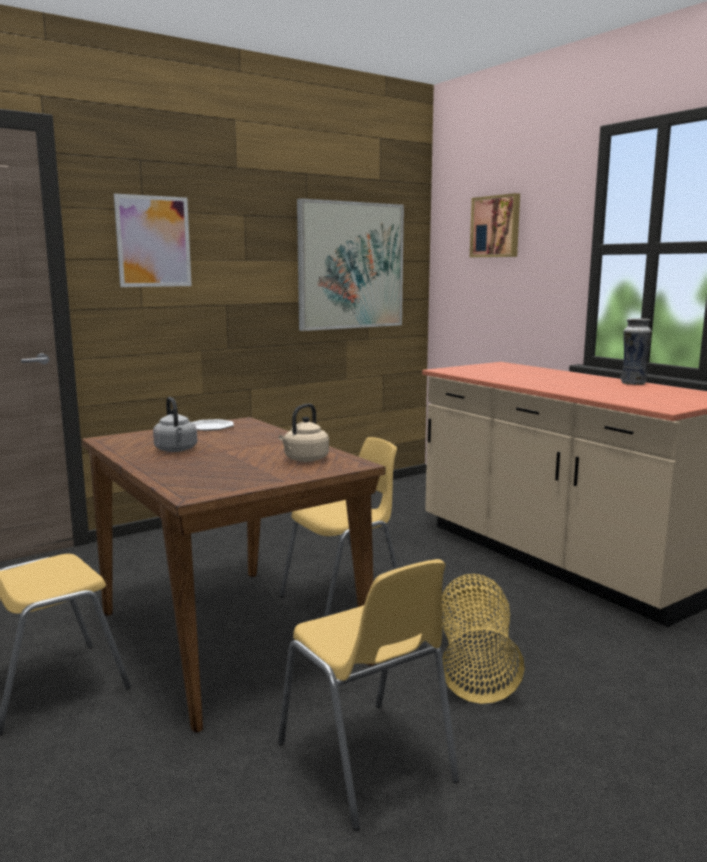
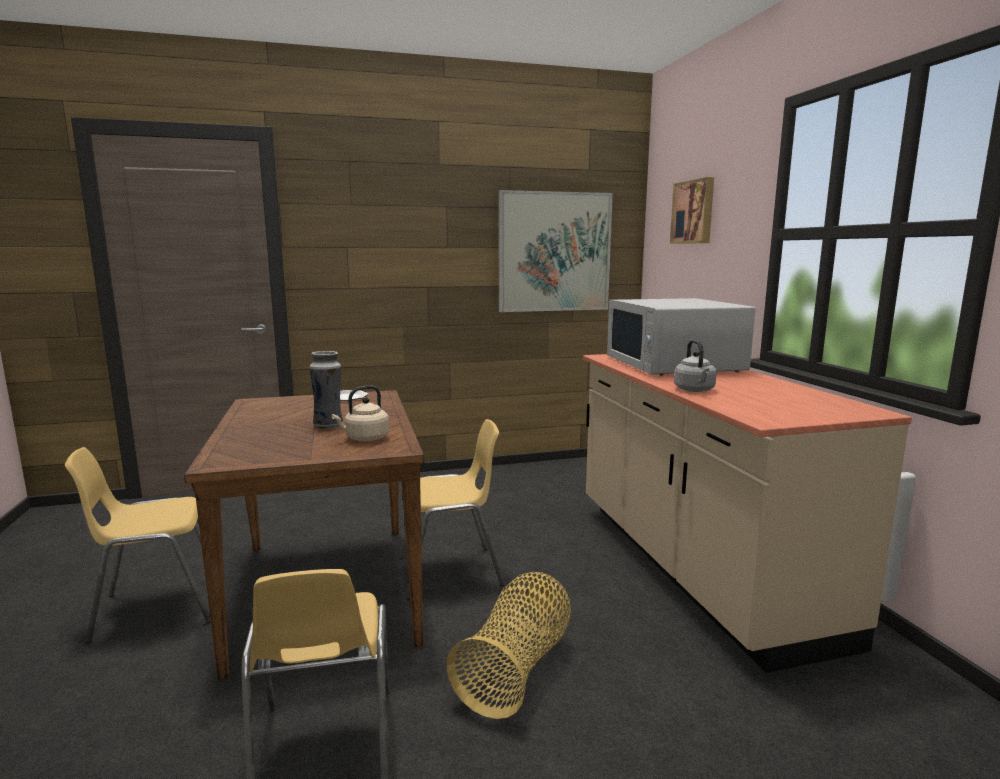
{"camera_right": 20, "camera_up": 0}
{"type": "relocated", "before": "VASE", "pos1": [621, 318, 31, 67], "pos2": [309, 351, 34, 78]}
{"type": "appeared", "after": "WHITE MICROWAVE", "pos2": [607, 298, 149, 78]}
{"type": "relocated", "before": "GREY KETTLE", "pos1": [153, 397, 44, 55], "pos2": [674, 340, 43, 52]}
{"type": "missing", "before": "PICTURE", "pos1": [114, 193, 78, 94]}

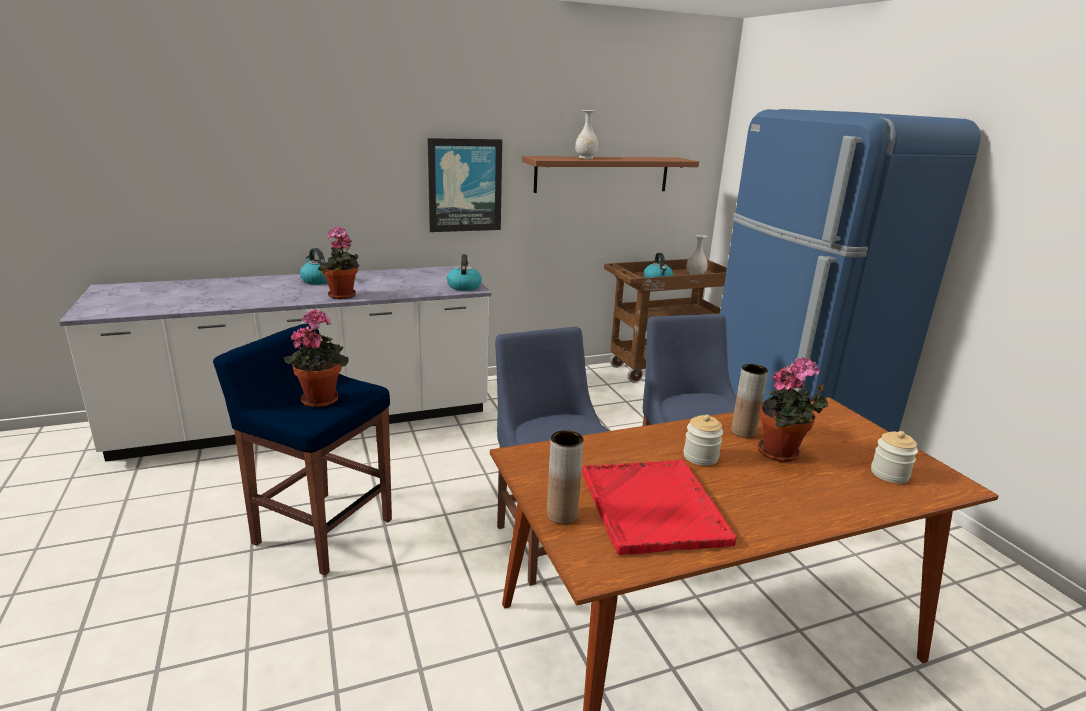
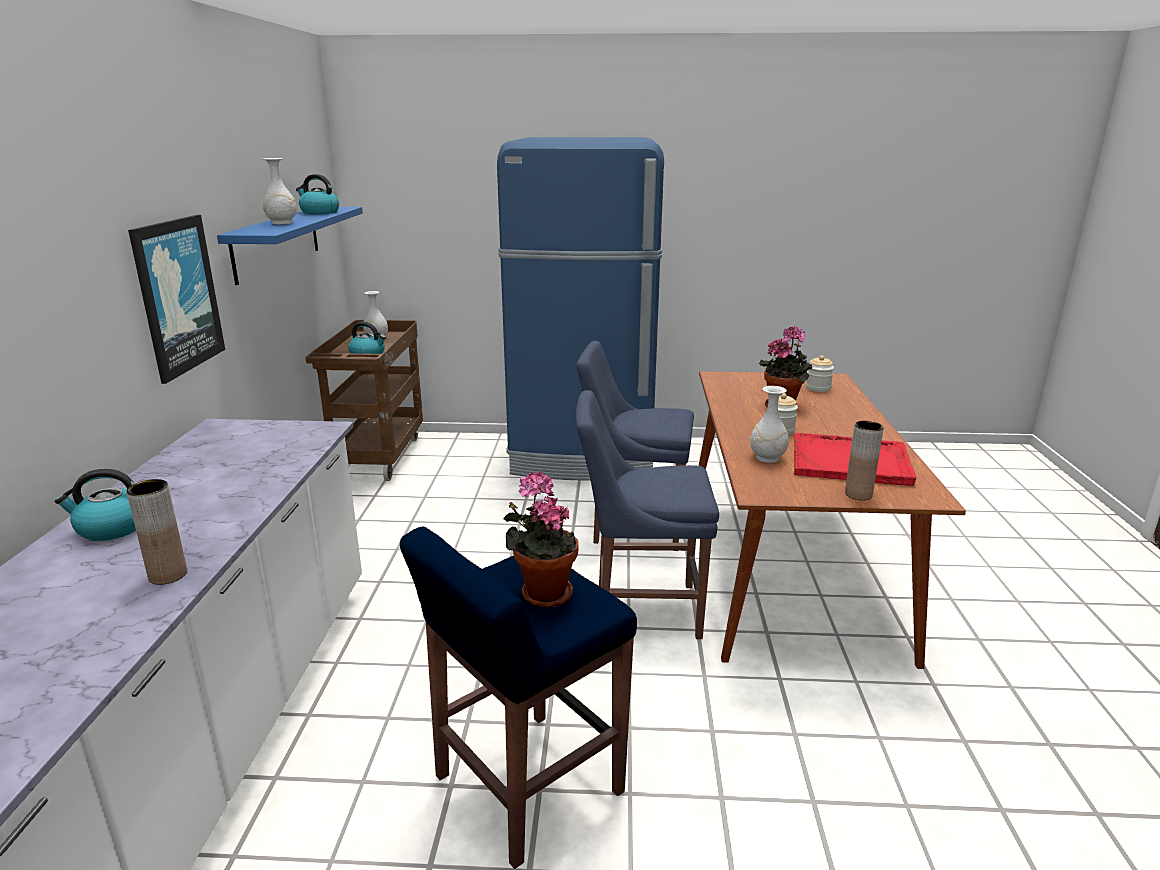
{"camera_right": -65, "camera_up": 0}
{"type": "relocated", "before": "BROWN VASE", "pos1": [731, 364, 37, 74], "pos2": [126, 479, 61, 106]}
{"type": "colour", "before": "BROWN SHELF", "after": "BLUE SHELF", "pos1": [522, 156, 177, 37], "pos2": [217, 207, 146, 78]}
{"type": "relocated", "before": "KETTLE", "pos1": [447, 254, 35, 37], "pos2": [296, 174, 43, 41]}
{"type": "appeared", "after": "WHITE VASE", "pos2": [750, 386, 39, 77]}
{"type": "missing", "before": "POTTED PLANT", "pos1": [318, 226, 41, 73]}

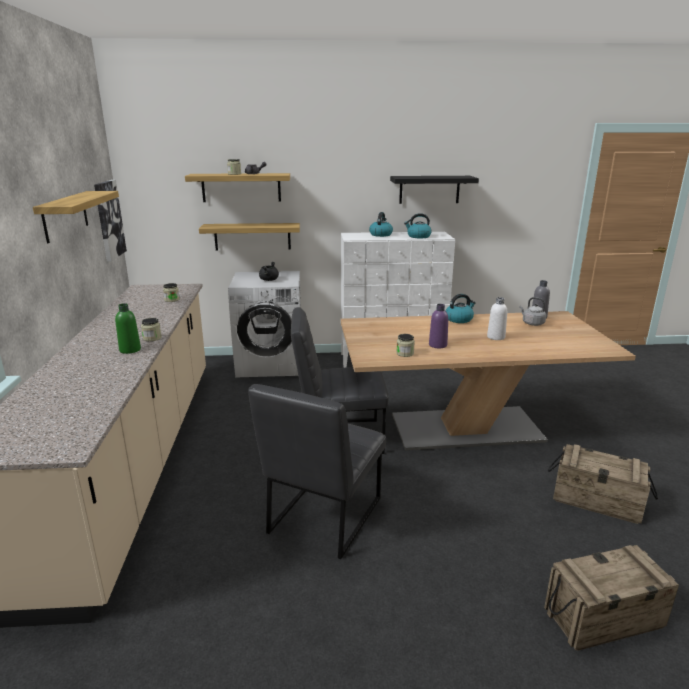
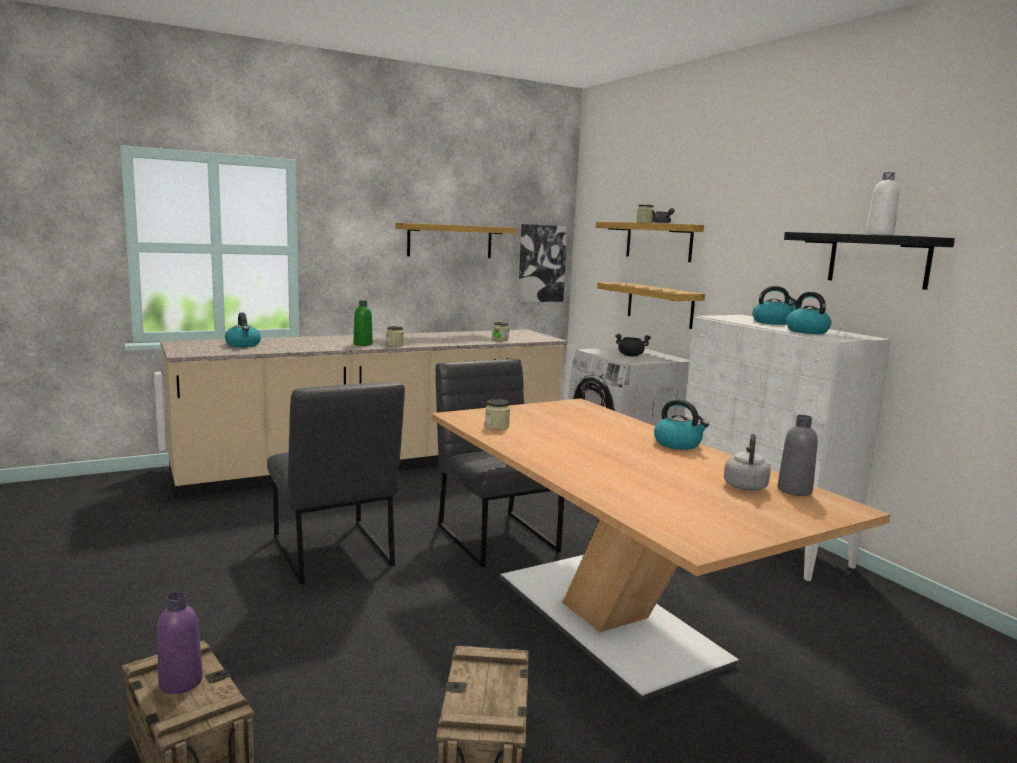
{"camera_right": 65, "camera_up": -10}
{"type": "relocated", "before": "PURPLE BOTTLE", "pos1": [429, 304, 19, 44], "pos2": [157, 592, 46, 102]}
{"type": "appeared", "after": "KETTLE", "pos2": [225, 313, 36, 34]}
{"type": "spun", "before": "GREY CHAIR", "pos1": [248, 384, 138, 175], "pos2": [267, 382, 138, 202], "turn": -120}
{"type": "relocated", "before": "WHITE BOTTLE", "pos1": [487, 297, 20, 43], "pos2": [866, 172, 33, 63]}

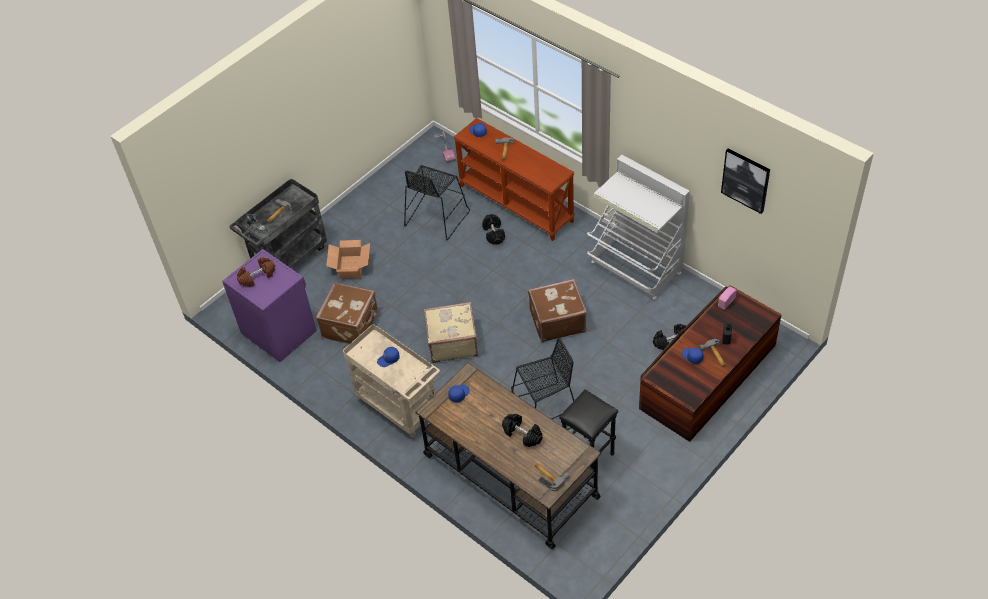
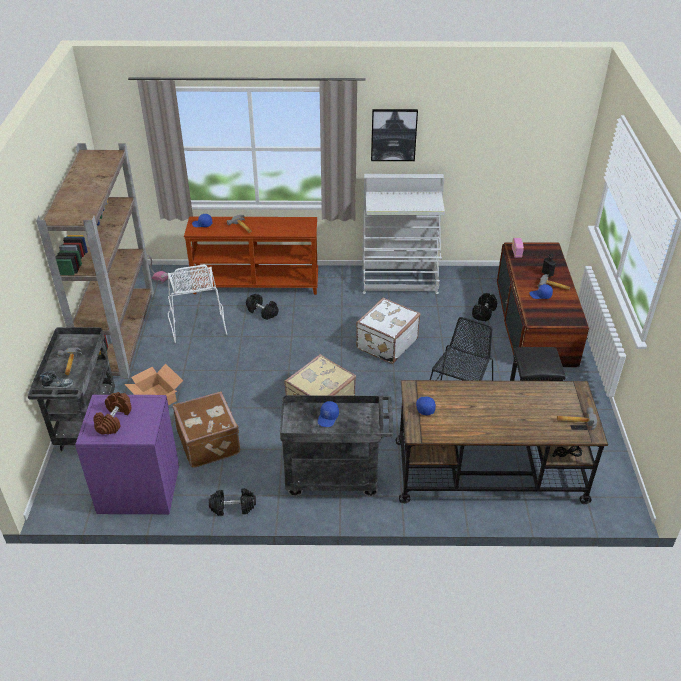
{"camera_right": -45, "camera_up": -10}
{"type": "appeared", "after": "BROWN BOOKCASE", "pos2": [36, 143, 118, 236]}
{"type": "colour", "before": "BLACK STOOL", "after": "WHITE STOOL", "pos1": [404, 165, 66, 75], "pos2": [168, 265, 59, 78]}
{"type": "relocated", "before": "BLACK DUMBBELL", "pos1": [502, 414, 41, 33], "pos2": [209, 488, 47, 28]}
{"type": "colour", "before": "BEIGE CART", "after": "BLACK CART", "pos1": [343, 325, 97, 113], "pos2": [280, 395, 113, 101]}
{"type": "colour", "before": "BROWN SUITCASE", "after": "WHITE SUITCASE", "pos1": [528, 279, 59, 63], "pos2": [356, 298, 65, 66]}
{"type": "relocated", "before": "PICTURE", "pos1": [721, 148, 49, 66], "pos2": [371, 109, 47, 52]}

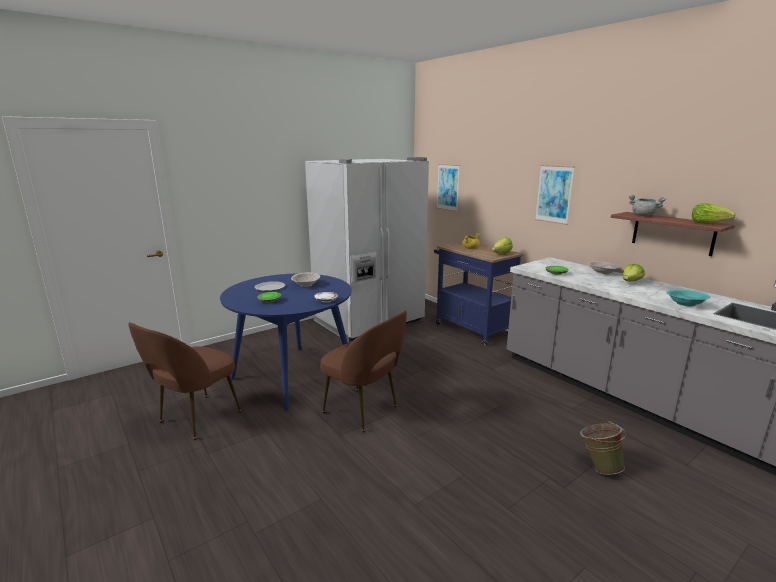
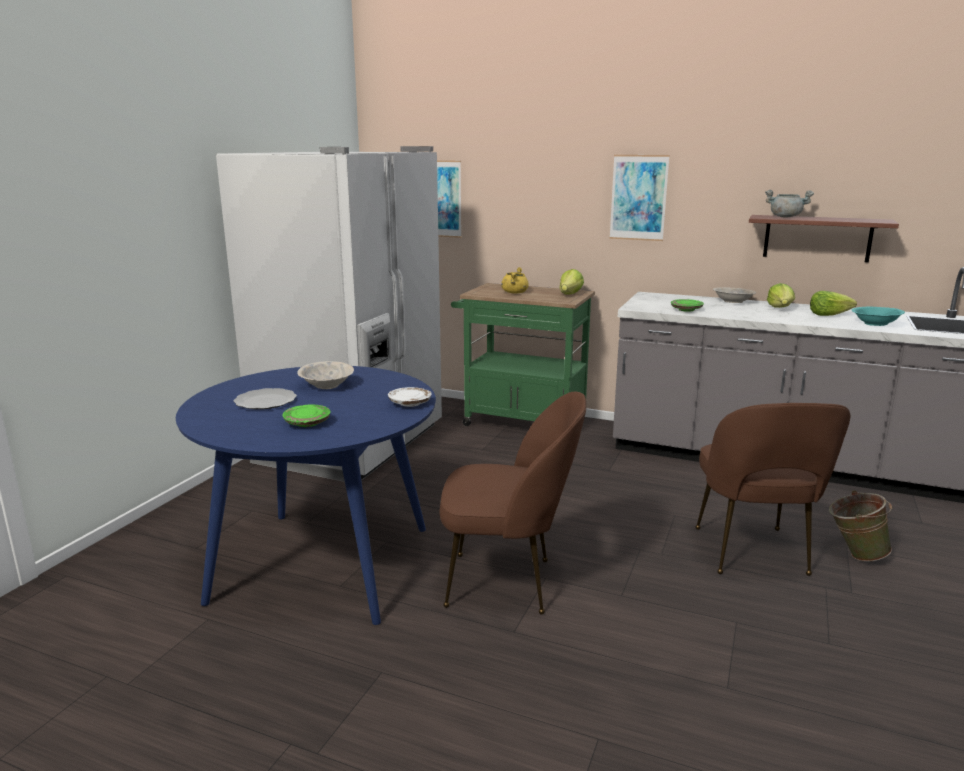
{"camera_right": -30, "camera_up": 0}
{"type": "colour", "before": "BLUE CART", "after": "GREEN CART", "pos1": [434, 241, 90, 105], "pos2": [451, 283, 144, 143]}
{"type": "relocated", "before": "BROWN CHAIR", "pos1": [128, 322, 114, 118], "pos2": [696, 403, 155, 173]}
{"type": "relocated", "before": "LETTUCE", "pos1": [692, 203, 43, 21], "pos2": [810, 291, 47, 25]}

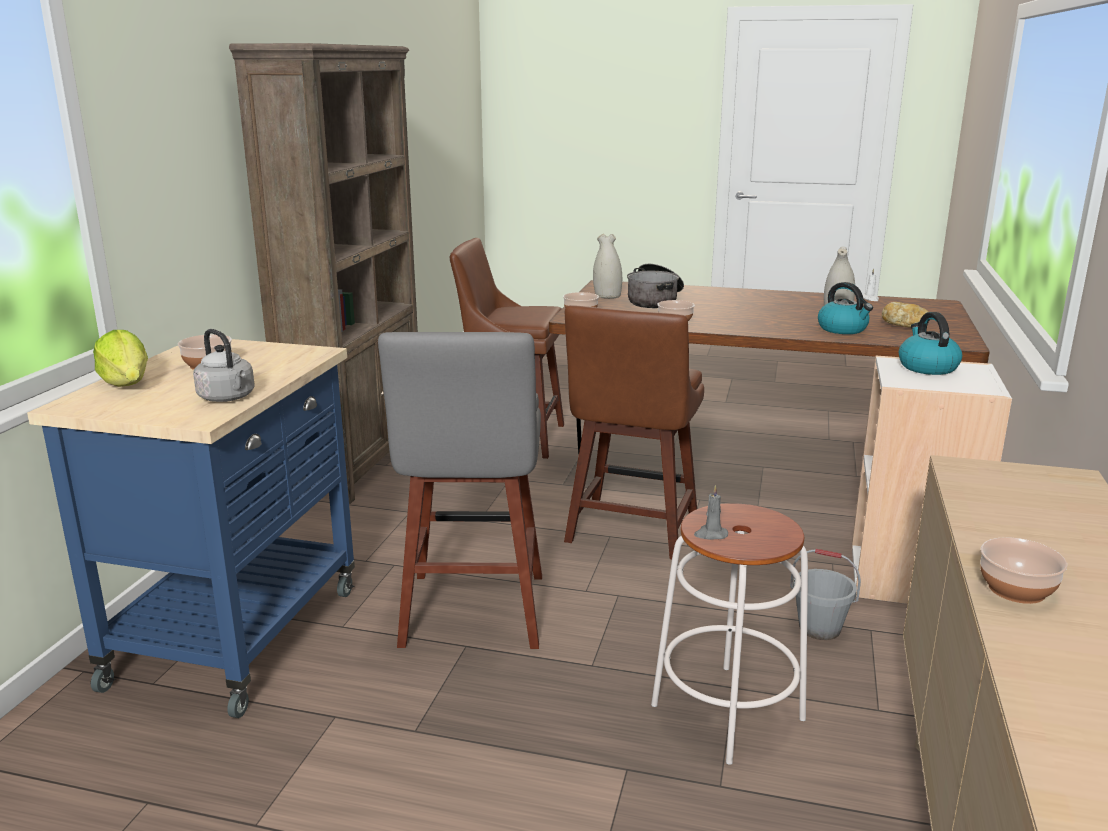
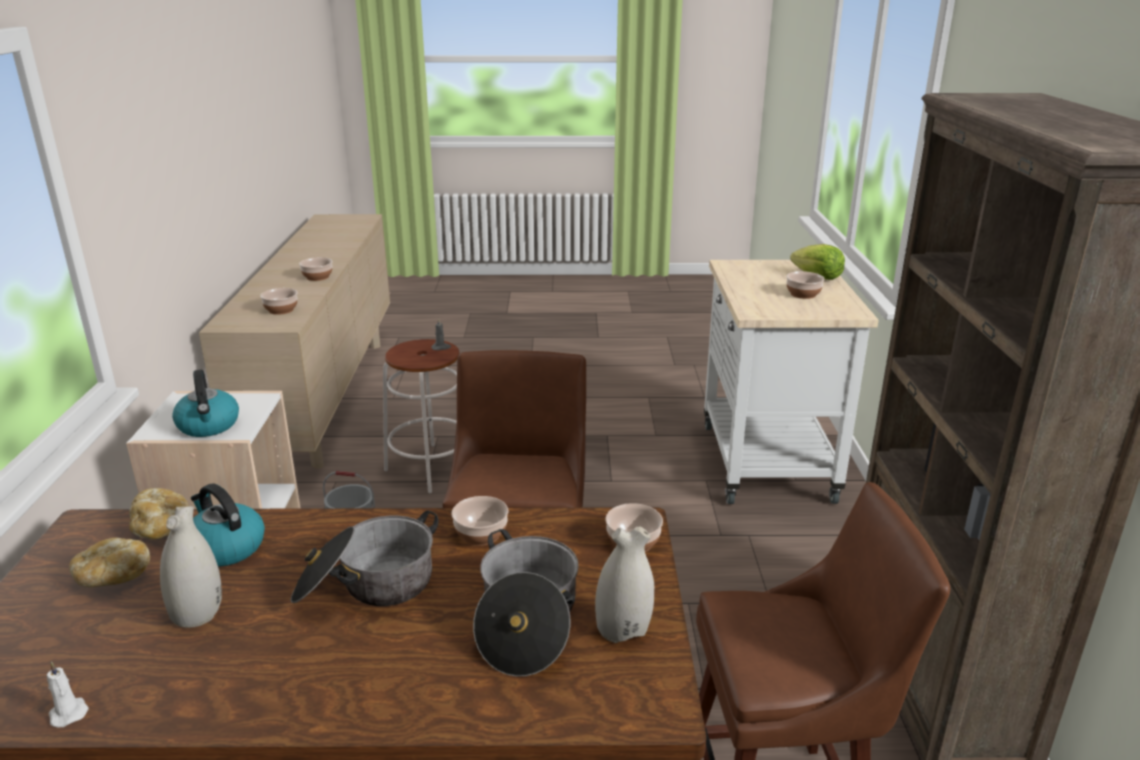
{"camera_right": 165, "camera_up": 5}
{"type": "appeared", "after": "BREAD", "pos2": [129, 488, 60, 51]}
{"type": "appeared", "after": "BOWL", "pos2": [260, 288, 37, 27]}
{"type": "appeared", "after": "COOKING POT", "pos2": [291, 510, 148, 96]}
{"type": "colour", "before": "BLUE CART", "after": "WHITE CART", "pos1": [27, 339, 328, 379], "pos2": [704, 260, 175, 244]}
{"type": "missing", "before": "GREY KETTLE", "pos1": [193, 329, 62, 73]}
{"type": "missing", "before": "GREY STOOL", "pos1": [378, 332, 164, 317]}

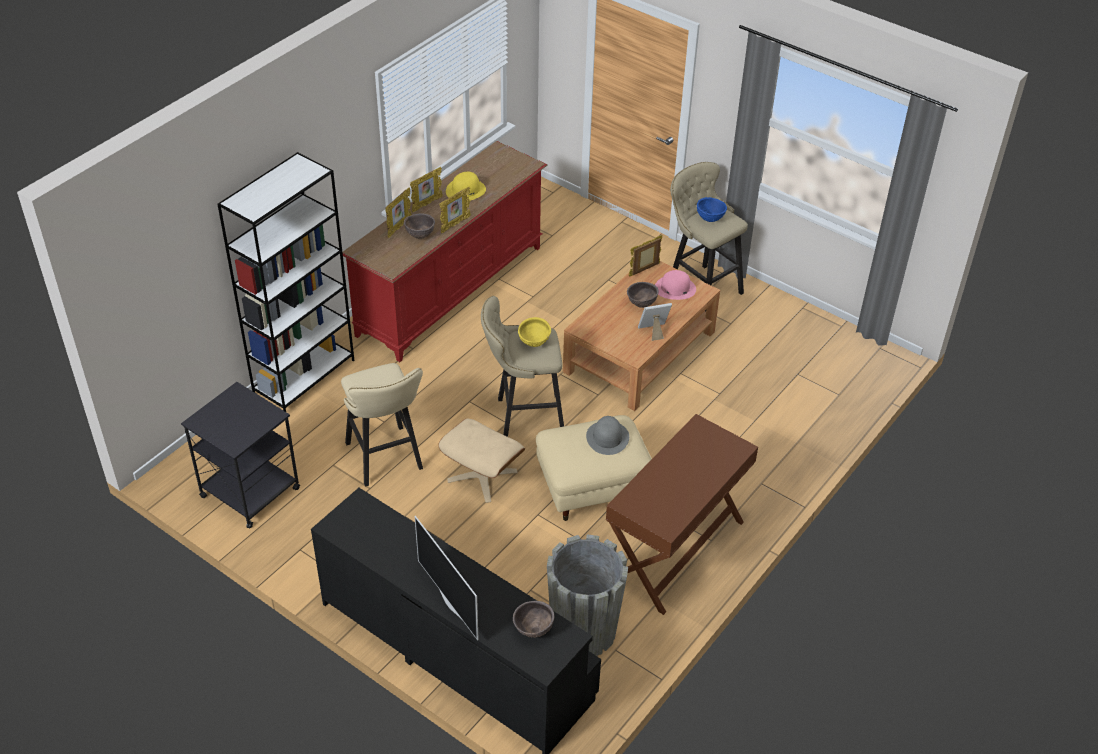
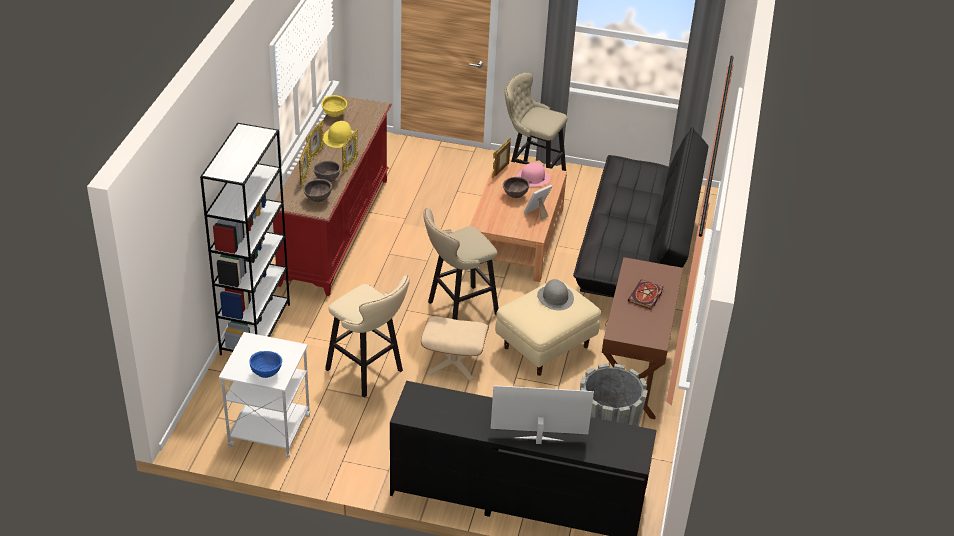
{"camera_right": -25, "camera_up": -5}
{"type": "colour", "before": "BLACK CART", "after": "WHITE CART", "pos1": [181, 382, 119, 146], "pos2": [219, 332, 91, 126]}
{"type": "relocated", "before": "BLUE BOWL", "pos1": [697, 197, 30, 25], "pos2": [249, 351, 33, 27]}
{"type": "relocated", "before": "BROWN BOWL", "pos1": [513, 601, 42, 37], "pos2": [303, 179, 29, 23]}
{"type": "relocated", "before": "YELLOW BOWL", "pos1": [518, 317, 33, 30], "pos2": [321, 95, 26, 22]}
{"type": "spun", "before": "TELEVISION", "pos1": [415, 516, 64, 124], "pos2": [491, 385, 103, 59], "turn": 150}
{"type": "appeared", "after": "BLACK SOFA", "pos2": [573, 127, 135, 173]}
{"type": "appeared", "after": "BOOK", "pos2": [628, 279, 35, 30]}

